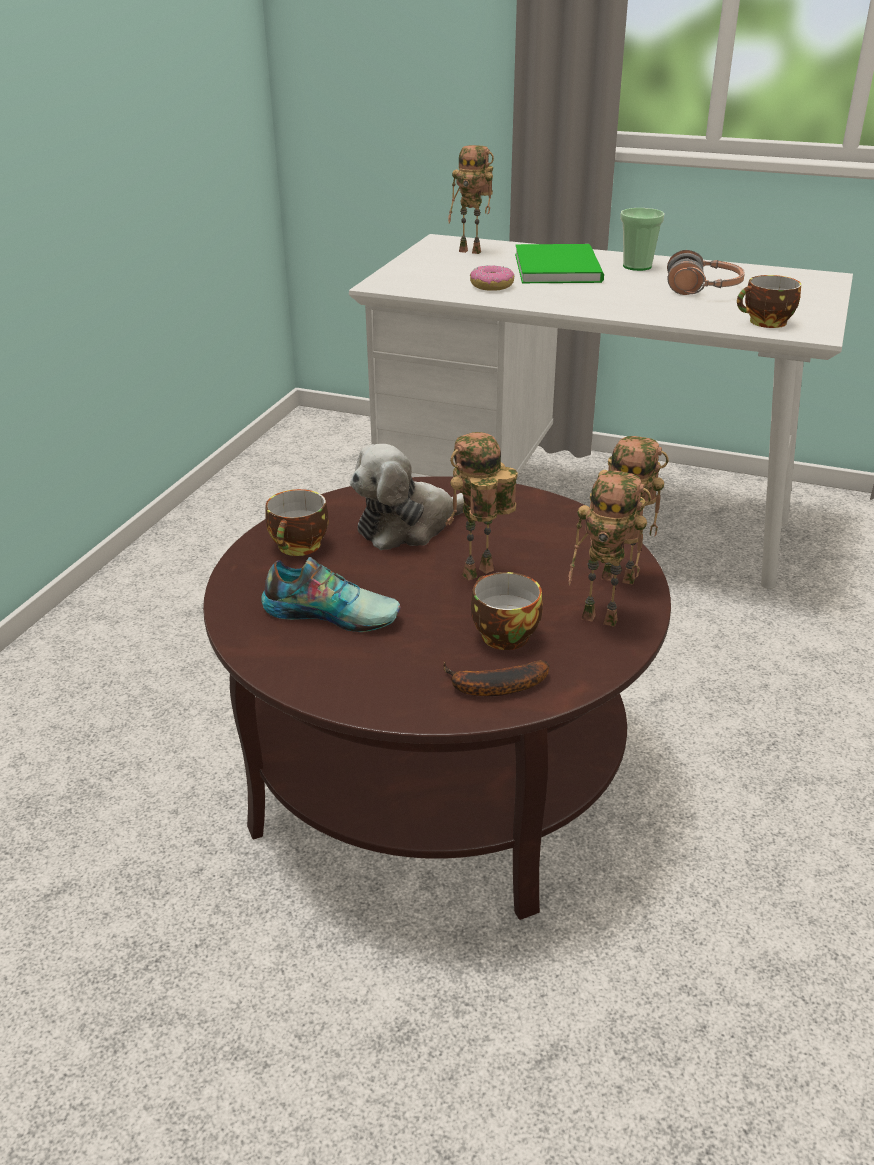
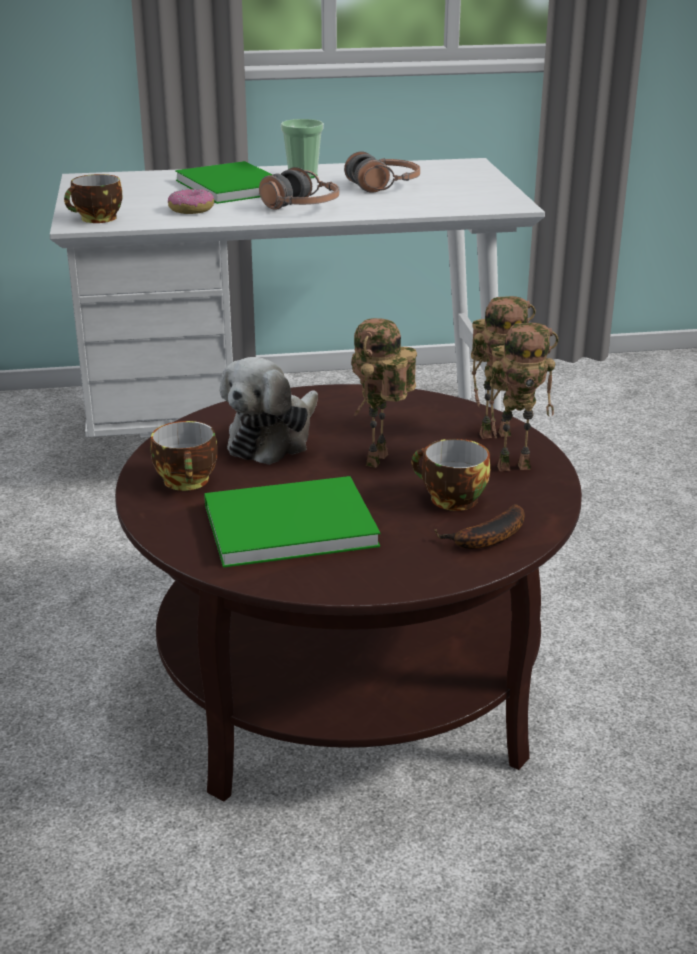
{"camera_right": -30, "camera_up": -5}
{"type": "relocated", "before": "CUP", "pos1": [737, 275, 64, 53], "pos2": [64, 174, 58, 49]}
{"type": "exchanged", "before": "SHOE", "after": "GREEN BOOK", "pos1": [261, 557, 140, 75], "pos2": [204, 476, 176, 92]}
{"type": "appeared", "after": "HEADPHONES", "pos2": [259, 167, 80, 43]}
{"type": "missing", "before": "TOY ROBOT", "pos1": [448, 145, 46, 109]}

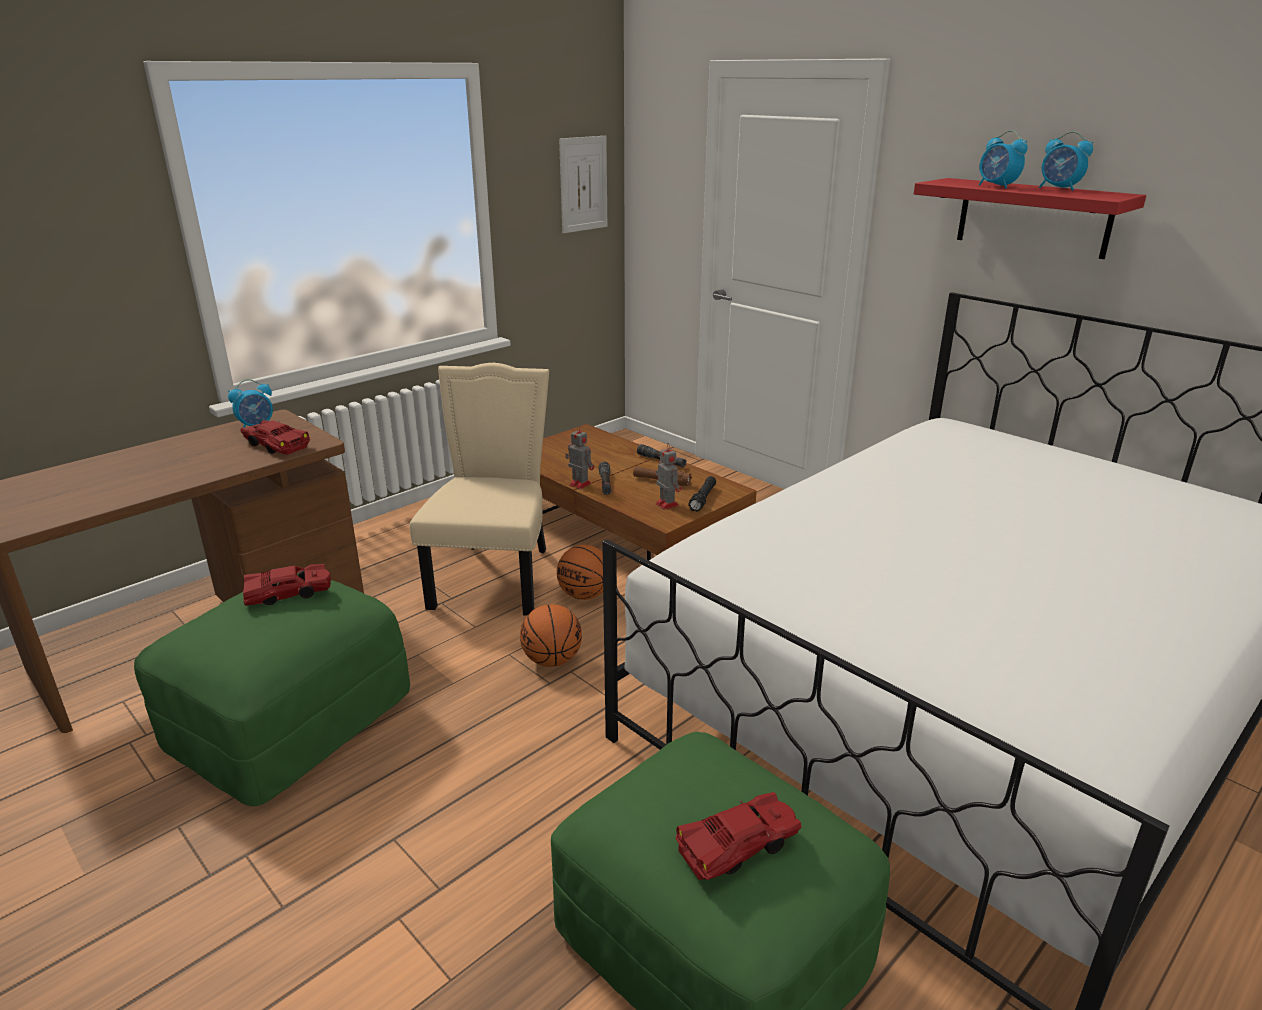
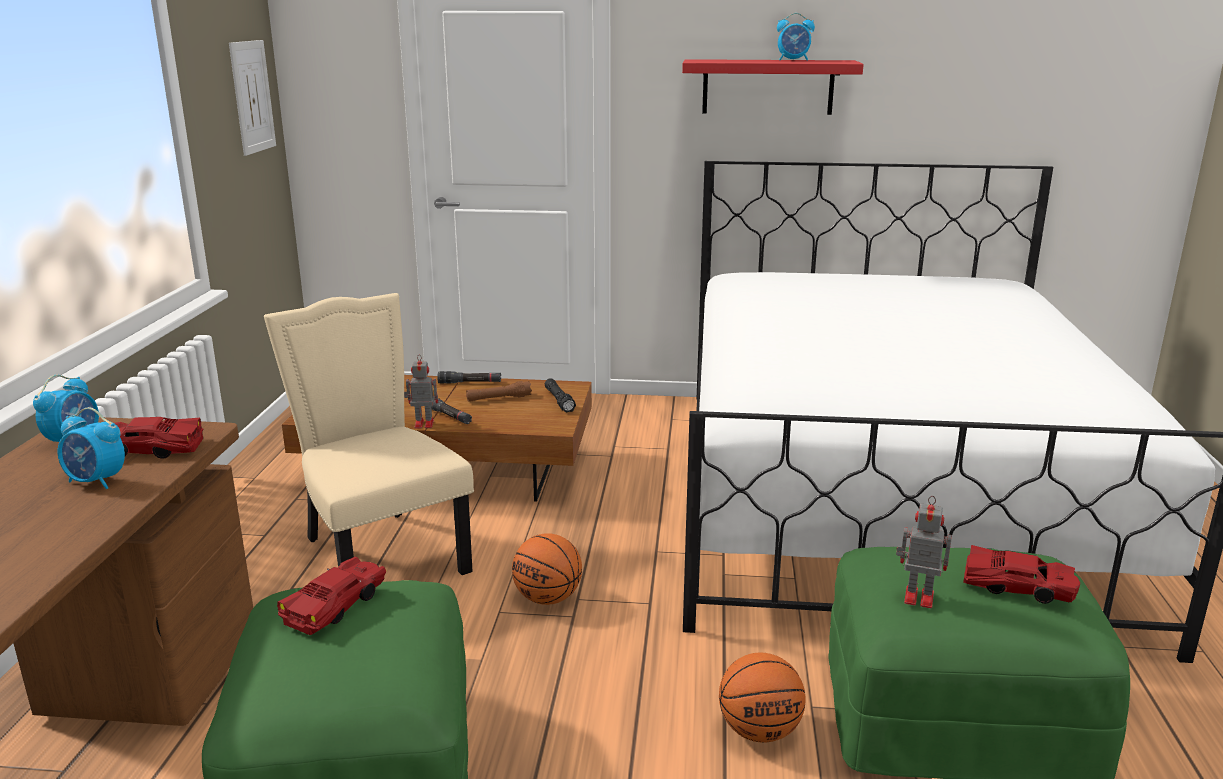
{"camera_right": -40, "camera_up": -5}
{"type": "relocated", "before": "ALARM CLOCK", "pos1": [979, 130, 49, 59], "pos2": [58, 407, 67, 82]}
{"type": "relocated", "before": "BASKETBALL", "pos1": [557, 545, 46, 55], "pos2": [719, 653, 87, 90]}
{"type": "relocated", "before": "TOY ROBOT", "pos1": [656, 443, 26, 67], "pos2": [896, 496, 56, 112]}
{"type": "spun", "before": "RED TOY CAR", "pos1": [675, 792, 127, 88], "pos2": [963, 545, 117, 59], "turn": 90}

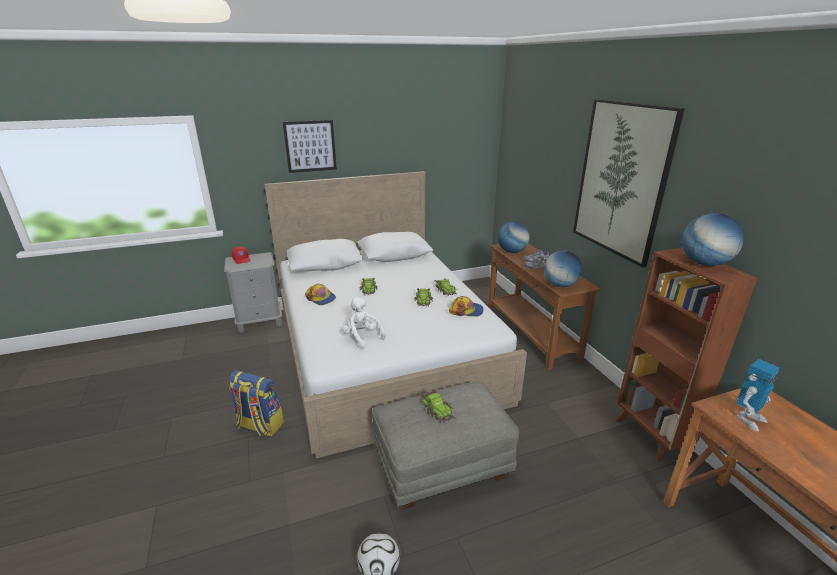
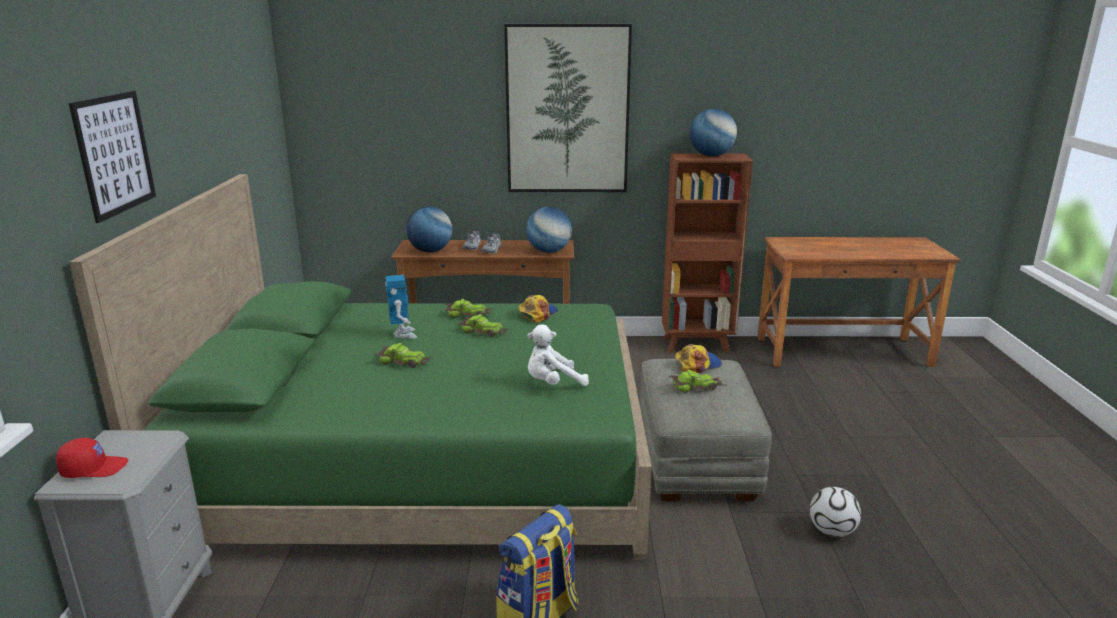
{"camera_right": -70, "camera_up": -5}
{"type": "colour", "before": "WHITE BED", "after": "GREEN BED", "pos1": [265, 171, 262, 287], "pos2": [69, 174, 583, 386]}
{"type": "relocated", "before": "TOY ROBOT", "pos1": [736, 359, 44, 73], "pos2": [385, 275, 32, 64]}
{"type": "relocated", "before": "CAP", "pos1": [305, 284, 31, 21], "pos2": [675, 344, 47, 29]}

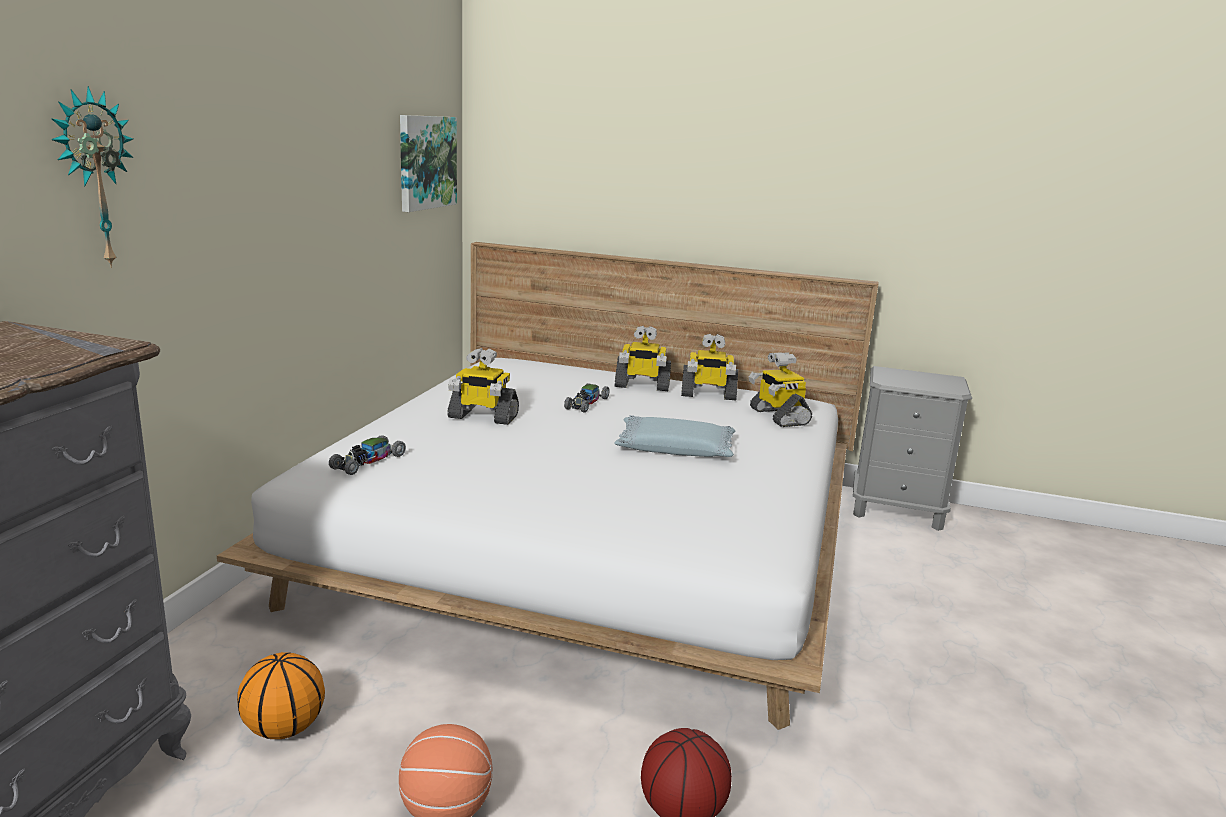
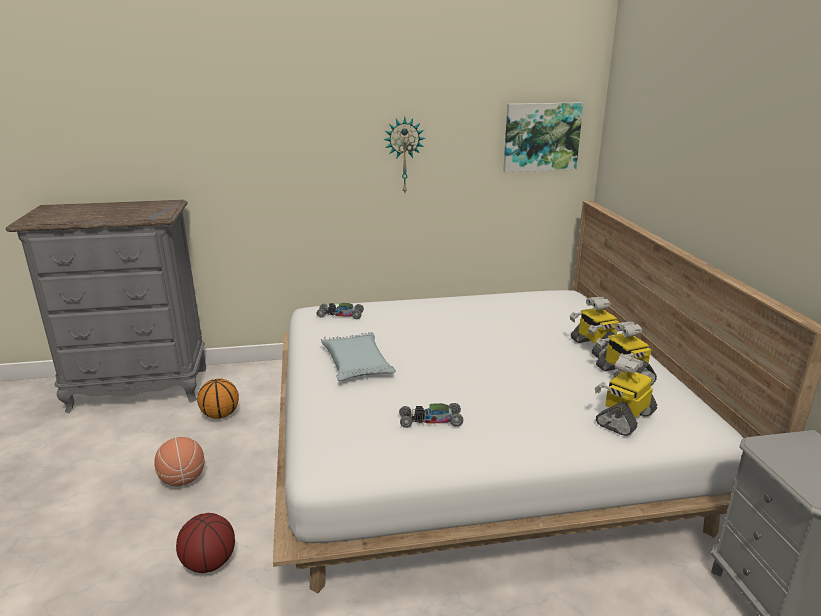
{"camera_right": 65, "camera_up": 5}
{"type": "relocated", "before": "BLUE PILLOW", "pos1": [614, 415, 122, 42], "pos2": [321, 332, 75, 49]}
{"type": "relocated", "before": "WALL CLOCK", "pos1": [51, 86, 82, 182], "pos2": [383, 117, 43, 76]}
{"type": "relocated", "before": "TOY CAR", "pos1": [564, 383, 46, 30], "pos2": [399, 403, 64, 25]}
{"type": "missing", "before": "TOY ROBOT", "pos1": [447, 348, 72, 77]}

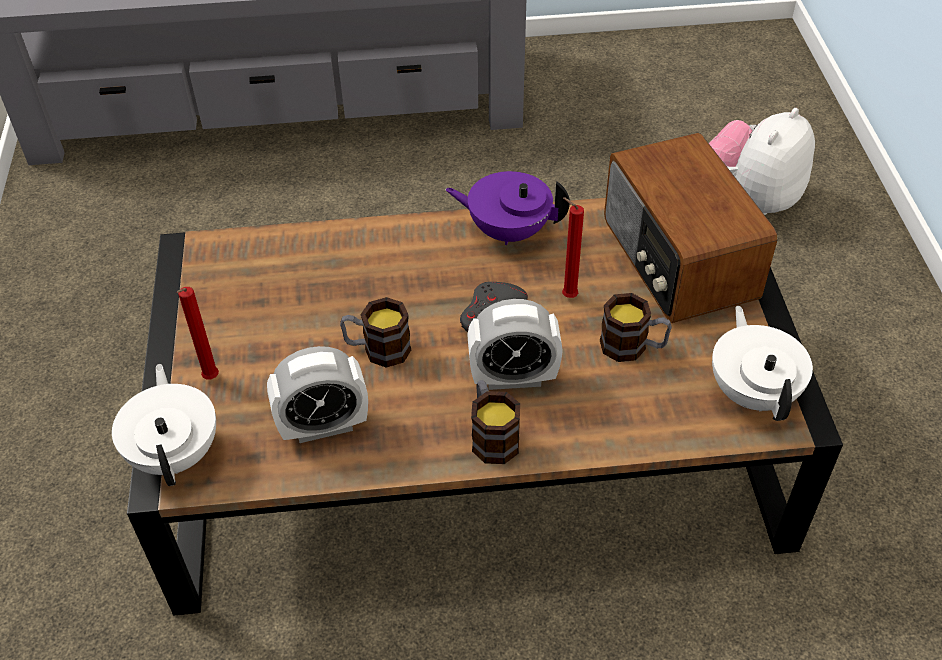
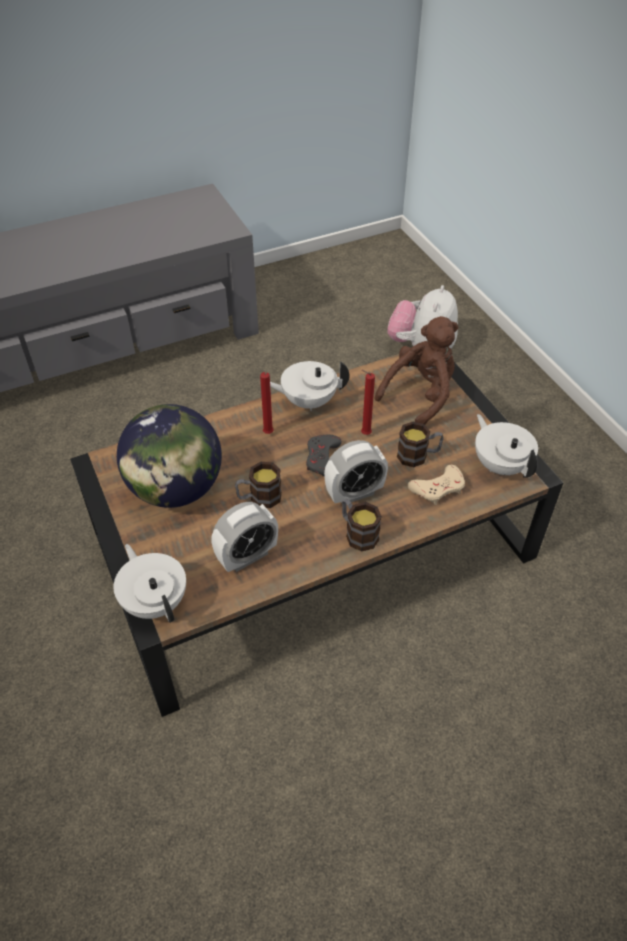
{"camera_right": -20, "camera_up": 0}
{"type": "appeared", "after": "GLOBE", "pos2": [117, 404, 105, 104]}
{"type": "relocated", "before": "RED CANDLE", "pos1": [177, 287, 42, 92], "pos2": [260, 372, 14, 62]}
{"type": "colour", "before": "PURPLE TEAPOT", "after": "WHITE TEAPOT", "pos1": [445, 171, 125, 74], "pos2": [270, 361, 79, 50]}
{"type": "exchanged", "before": "RADIO", "after": "BROWN PLUSH TOY", "pos1": [604, 133, 173, 190], "pos2": [374, 316, 85, 108]}
{"type": "appeared", "after": "BEIGE GAME CONTROLLER", "pos2": [408, 465, 57, 40]}

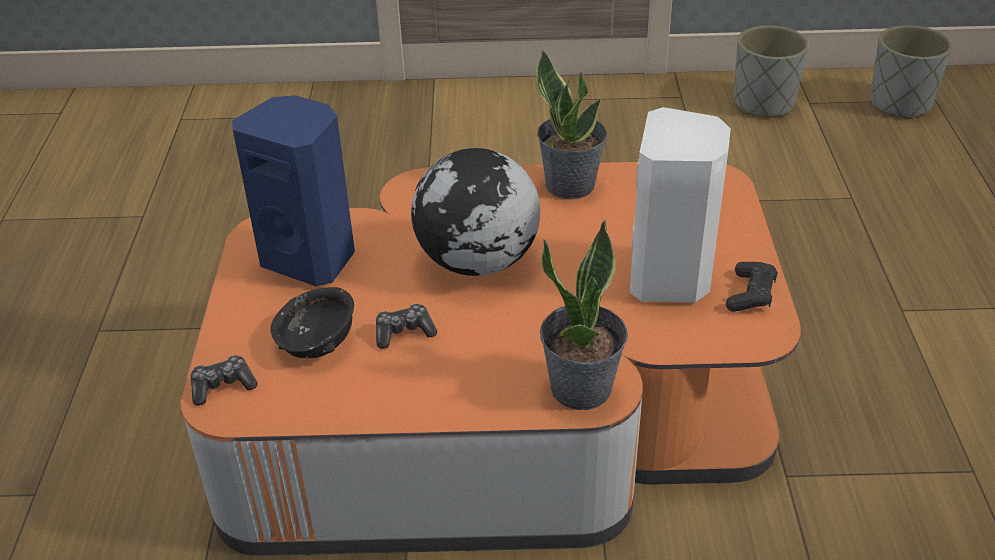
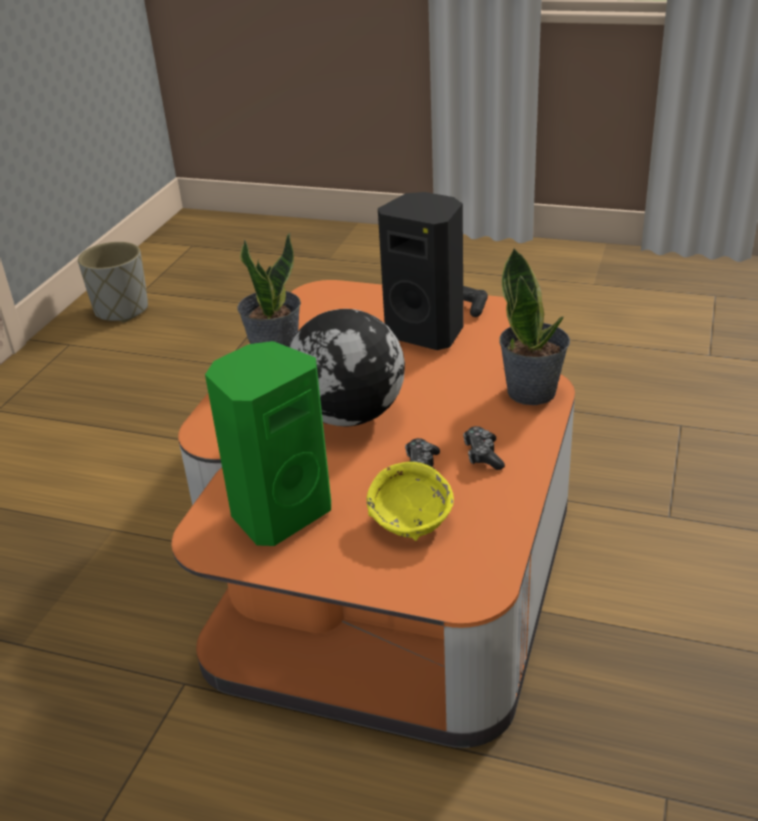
{"camera_right": -70, "camera_up": -5}
{"type": "colour", "before": "BLUE SPEAKER", "after": "GREEN SPEAKER", "pos1": [232, 95, 123, 192], "pos2": [205, 341, 126, 205]}
{"type": "colour", "before": "BLACK BOWL", "after": "YELLOW BOWL", "pos1": [270, 287, 84, 71], "pos2": [366, 462, 88, 79]}
{"type": "colour", "before": "WHITE SPEAKER", "after": "BLACK SPEAKER", "pos1": [630, 107, 101, 196], "pos2": [378, 192, 86, 158]}
{"type": "relocated", "before": "GAME CONTROLLER", "pos1": [190, 355, 68, 51], "pos2": [463, 426, 42, 44]}
{"type": "missing", "before": "GREY PLANTER", "pos1": [870, 25, 82, 94]}

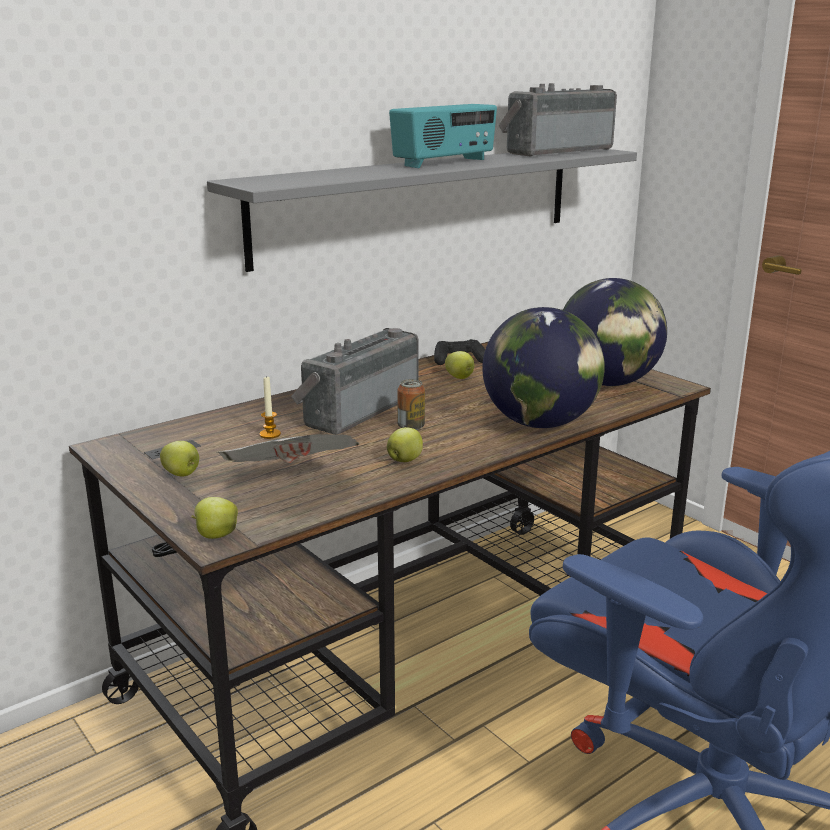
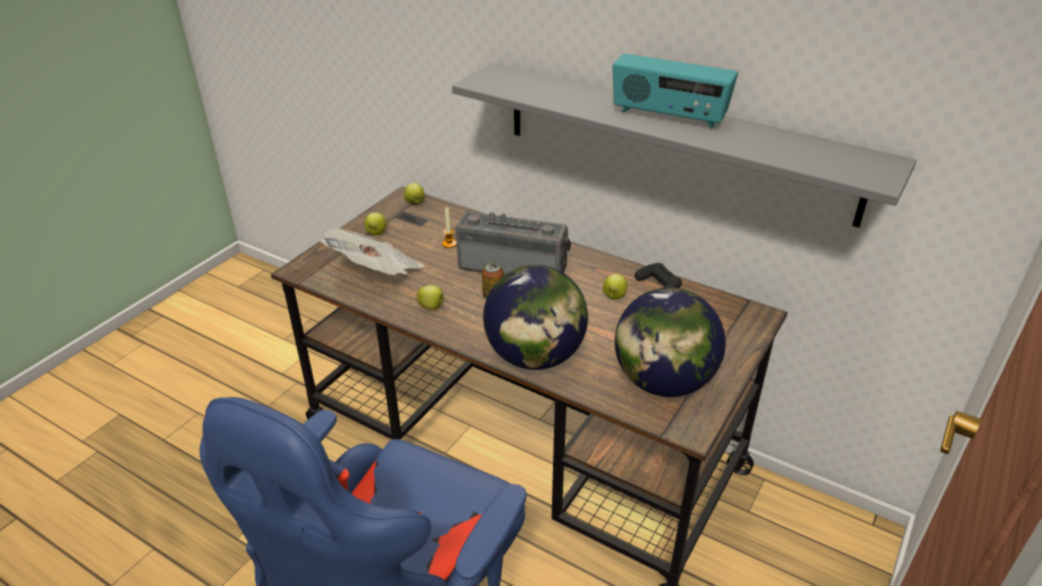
{"camera_right": 70, "camera_up": 15}
{"type": "relocated", "before": "APPLE", "pos1": [191, 497, 47, 42], "pos2": [404, 183, 21, 22]}
{"type": "missing", "before": "RADIO", "pos1": [499, 83, 118, 74]}

